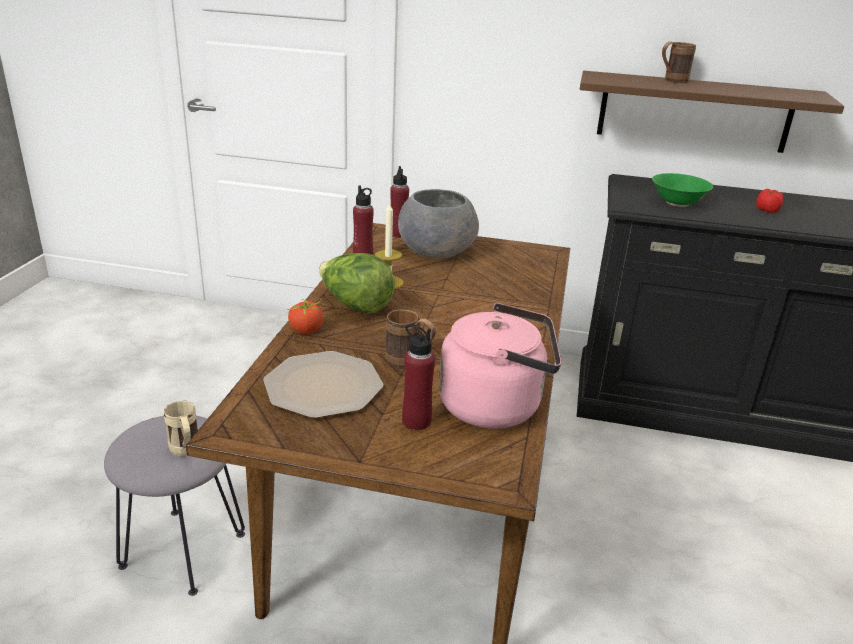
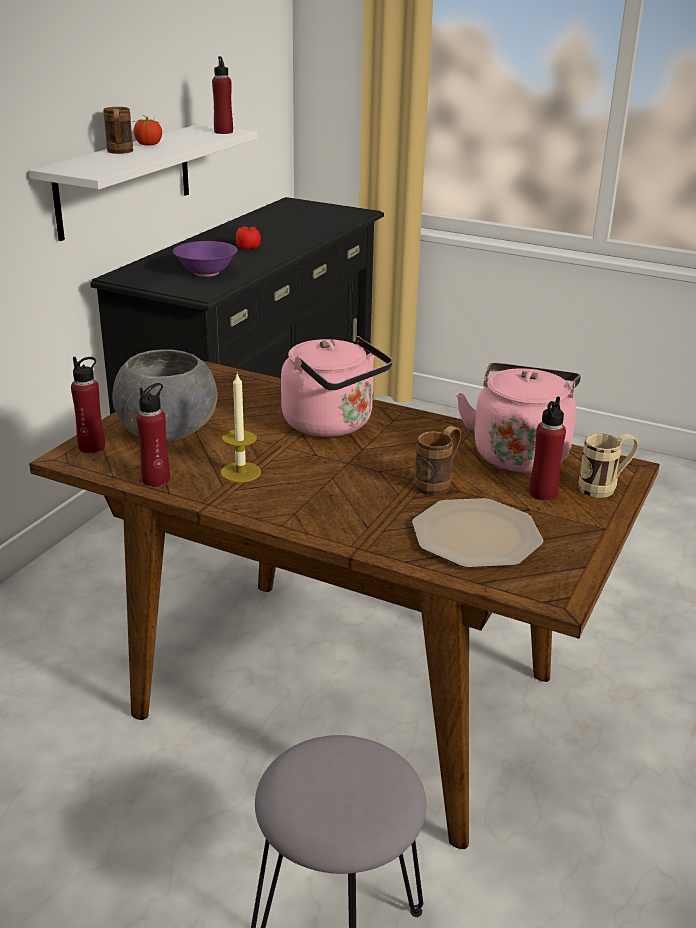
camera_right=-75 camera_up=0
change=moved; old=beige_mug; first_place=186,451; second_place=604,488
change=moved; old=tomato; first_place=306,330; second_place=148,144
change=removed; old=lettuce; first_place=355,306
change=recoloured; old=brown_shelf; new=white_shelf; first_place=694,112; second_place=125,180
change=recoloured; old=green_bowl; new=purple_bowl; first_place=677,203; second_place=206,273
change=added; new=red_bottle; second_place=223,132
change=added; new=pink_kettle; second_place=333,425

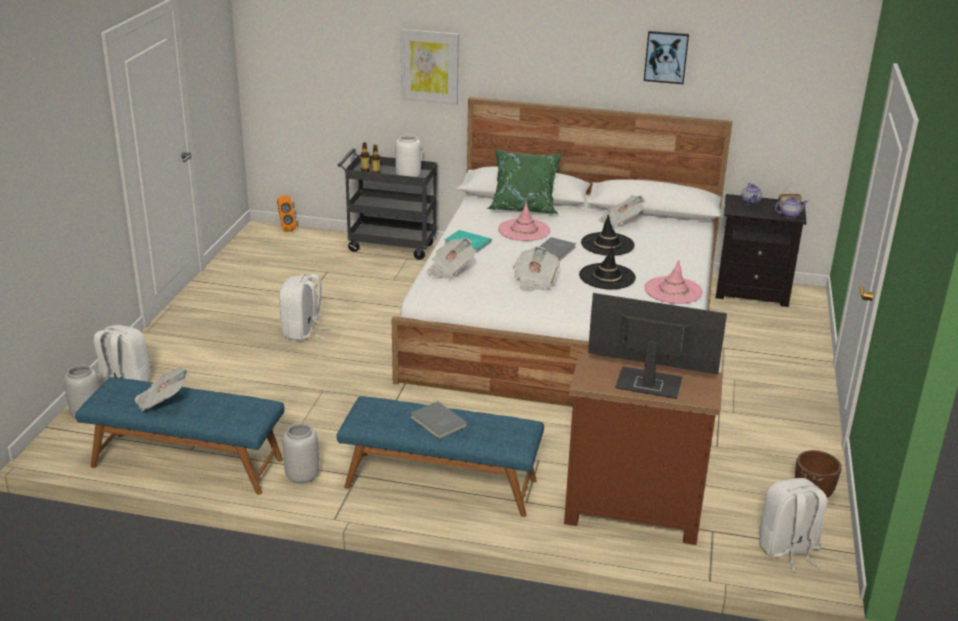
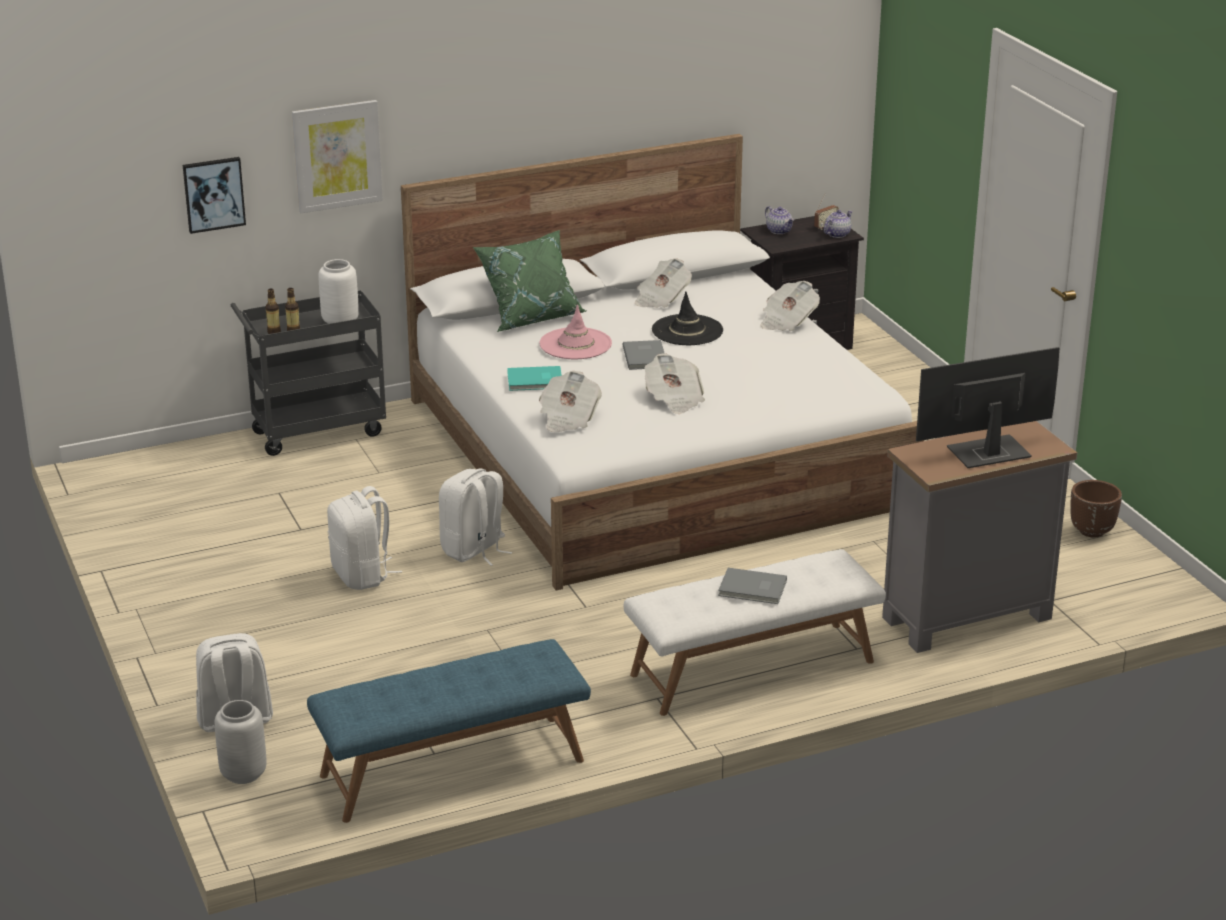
camera_right=-35 camera_up=0
change=moved; old=newspaper; first_place=162,401; second_place=787,321
change=removed; old=orange_speaker; first_place=285,229
change=removed; old=grey_vase; first_place=303,477
change=recoloured; old=blue_bench; new=white_bench; first_place=440,484; second_place=753,669
change=recoloured; old=brown_dresser; new=grey_dresser; first_place=631,515; second_place=965,618
change=removed; old=black_hat; first_place=607,277
change=moved; old=picture; first_place=666,57; second_place=213,194
change=removed; old=pink_hat; first_place=673,290
change=moved; old=white_backpack; first_place=788,549; second_place=474,550

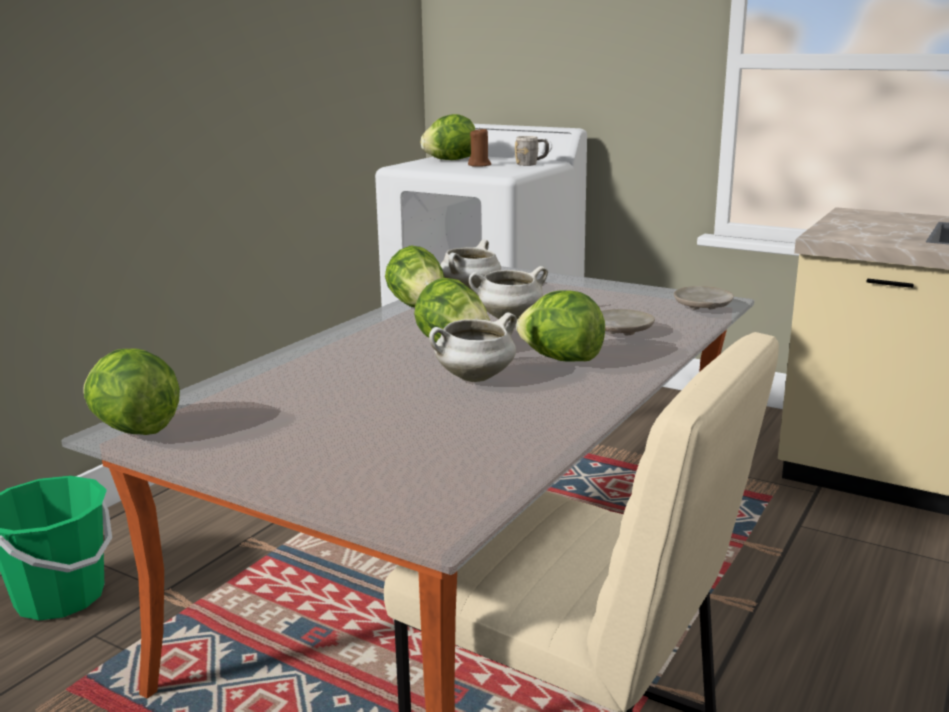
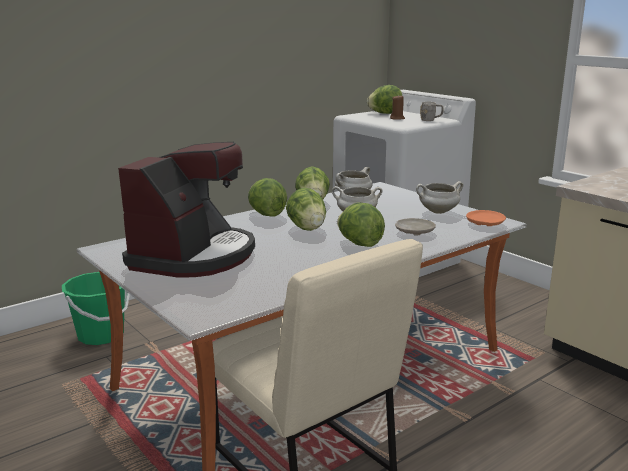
camera_right=20 camera_up=0
change=moved; old=lettuce; first_place=134,429; second_place=266,214
change=moved; old=white_cooking_pot; first_place=474,378; second_place=438,212
change=recoloured; old=beige_plate; new=orange_plate; first_place=702,307; second_place=484,224
change=added; new=coffee_machine; second_place=194,256

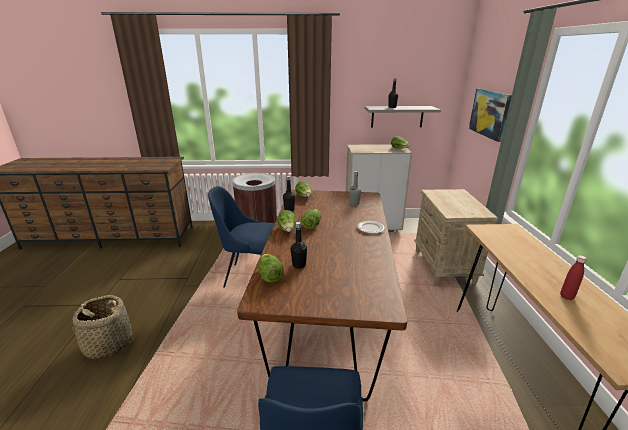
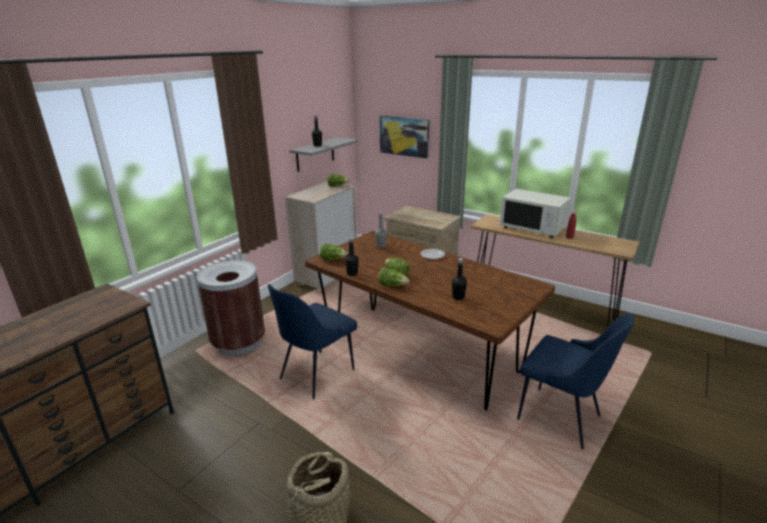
camera_right=-55 camera_up=0
change=removed; old=lettuce; first_place=269,275
change=added; new=white_microwave; second_place=532,228

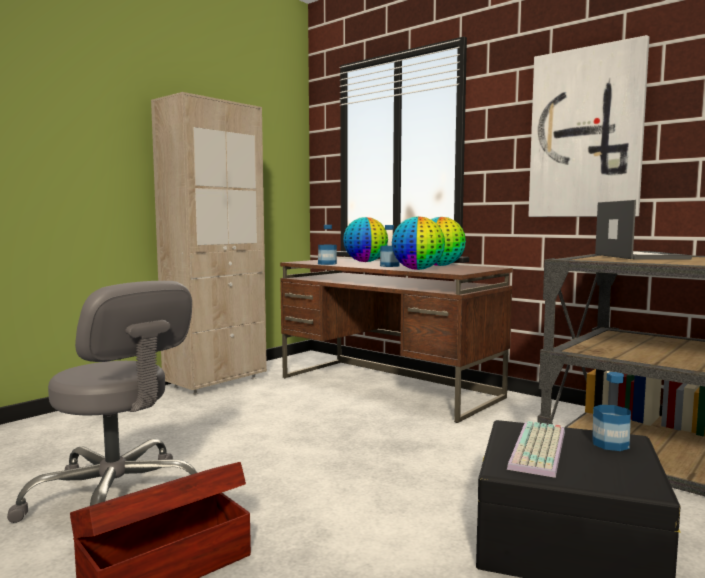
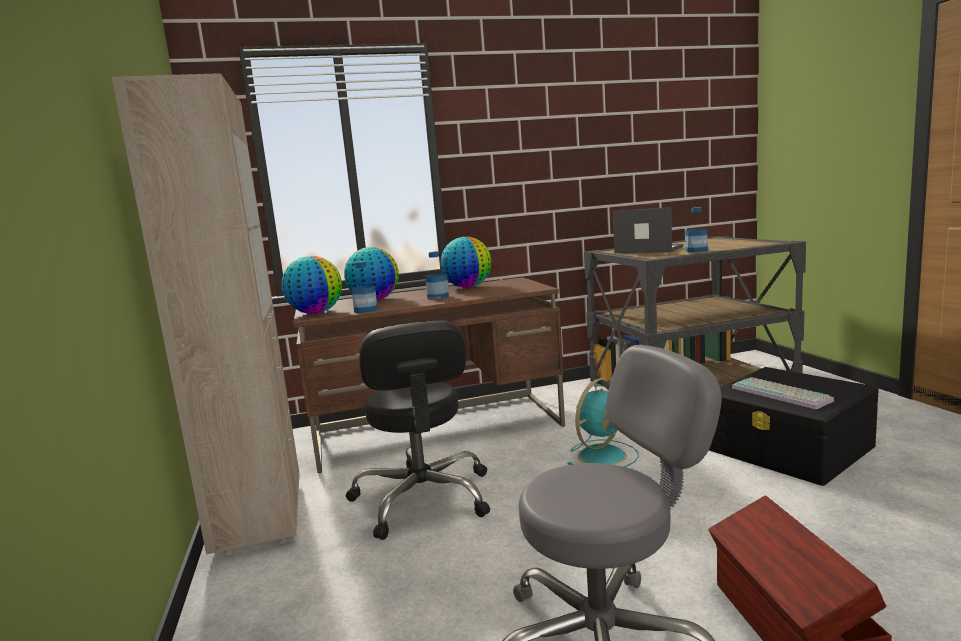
camera_right=-55 camera_up=5
change=moved; old=globe; first_place=418,269; second_place=316,313
change=removed; old=picture; first_place=586,133
change=moved; old=bottle; first_place=610,444; second_place=696,251
change=added; new=black_office_chair; second_place=424,502
change=added; new=turquoise_fan; second_place=603,455

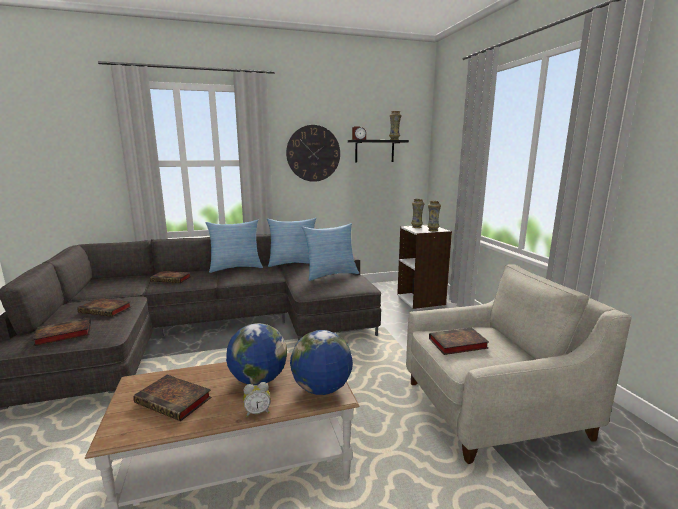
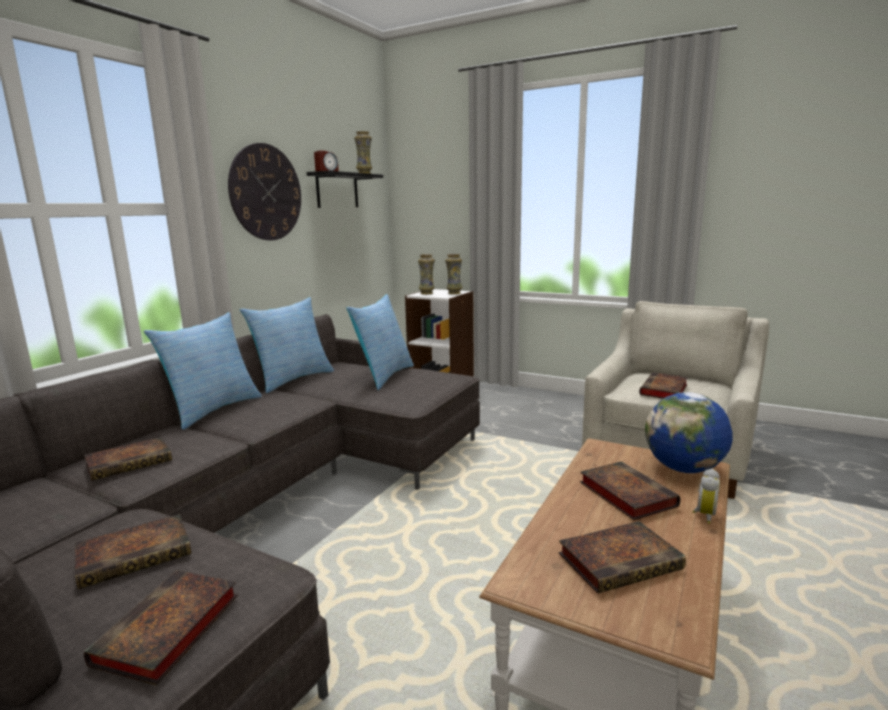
camera_right=-45 camera_up=0
change=replaced; old=globe; new=book; first_place=258,380; second_place=624,493

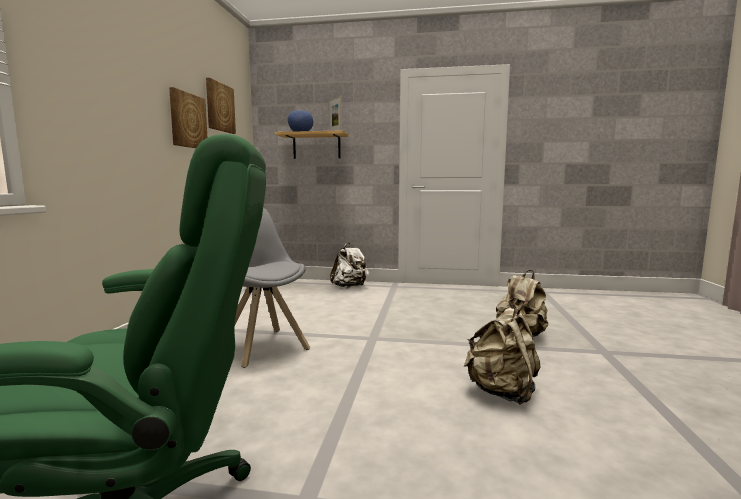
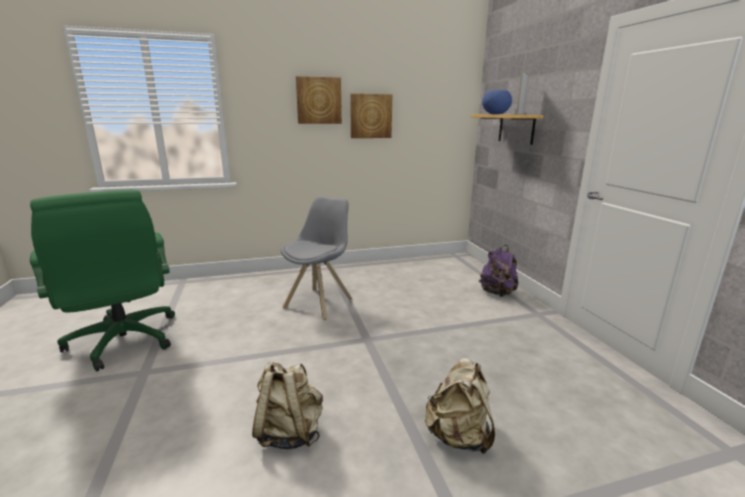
camera_right=65 camera_up=10
change=moved; old=picture; first_place=219,107; second_place=319,100
change=recoloured; old=white_backpack; new=purple_backpack; first_place=350,287; second_place=497,293

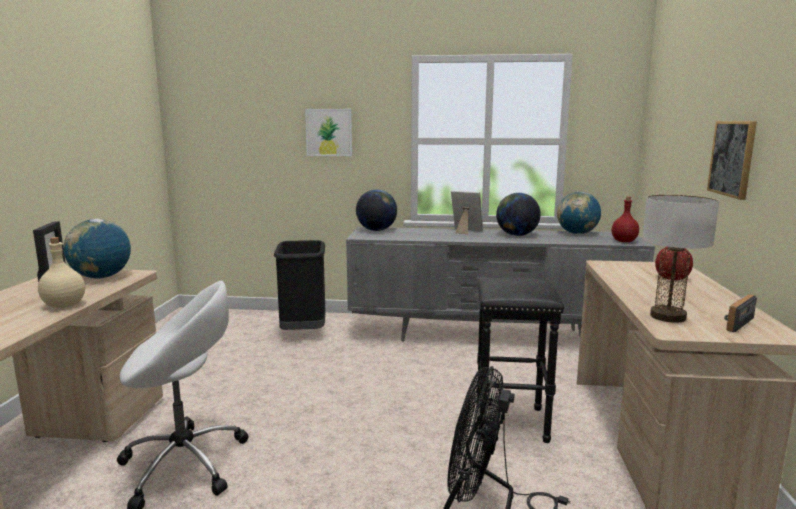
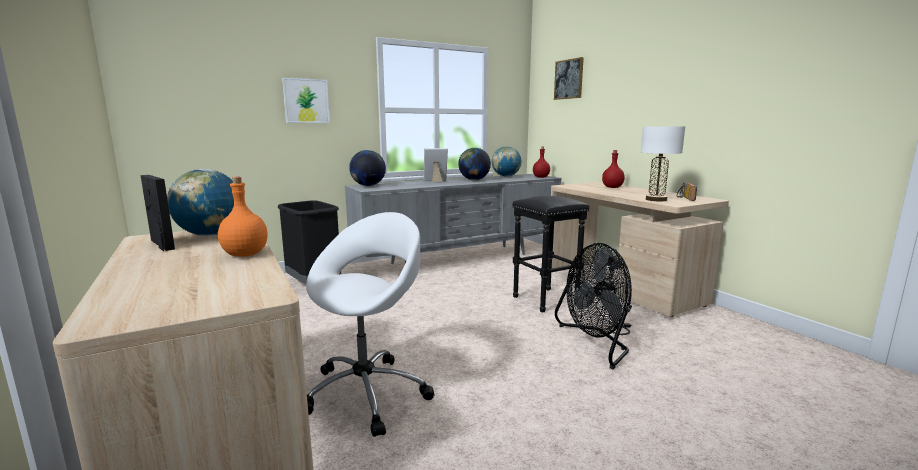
camera_right=-35 camera_up=0
change=recoloured; old=beige_bottle; new=orange_bottle; first_place=63,306; second_place=245,255
change=moved; old=picture; first_place=732,158; second_place=569,79

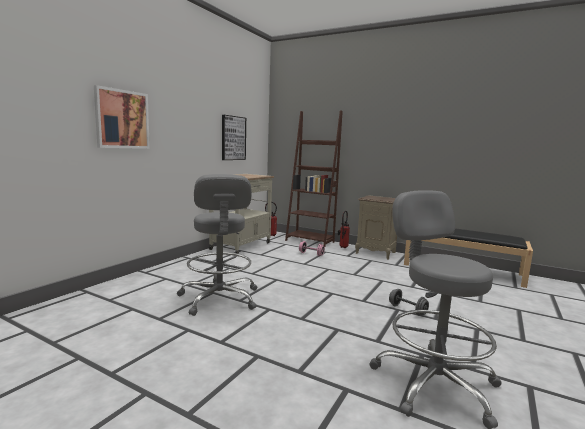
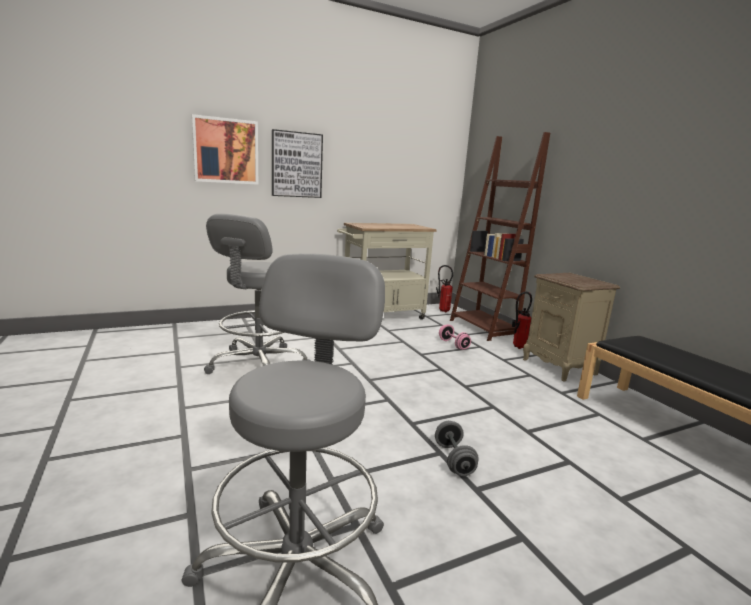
camera_right=35 camera_up=5
change=moved; old=picture; first_place=233,138; second_place=296,165

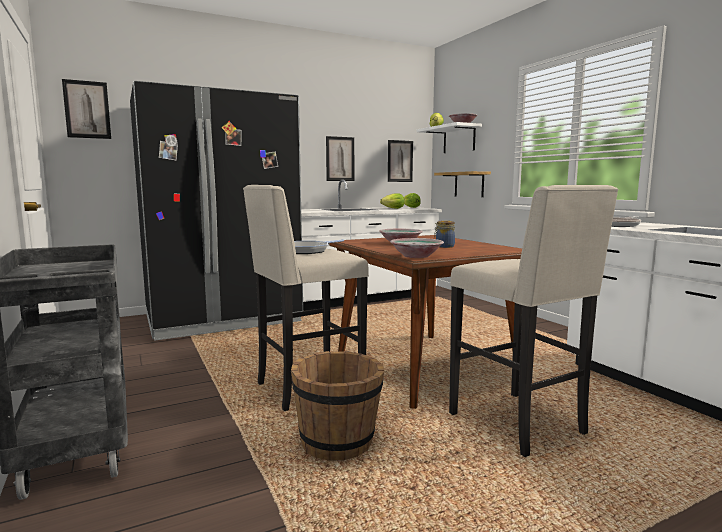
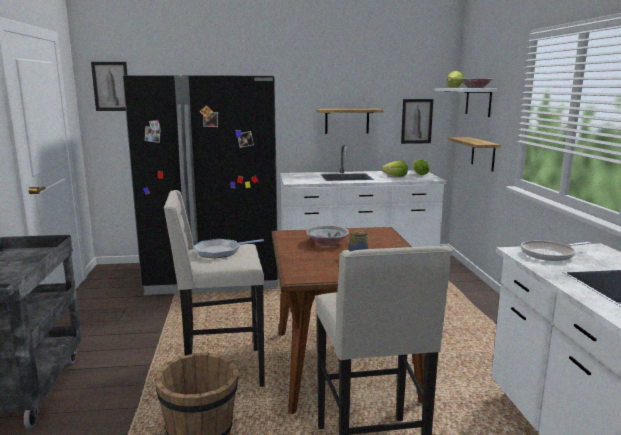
camera_right=20 camera_up=5
change=replaced; old=picture; new=shelf; first_place=340,159; second_place=347,121
change=removed; old=bowl; first_place=416,256

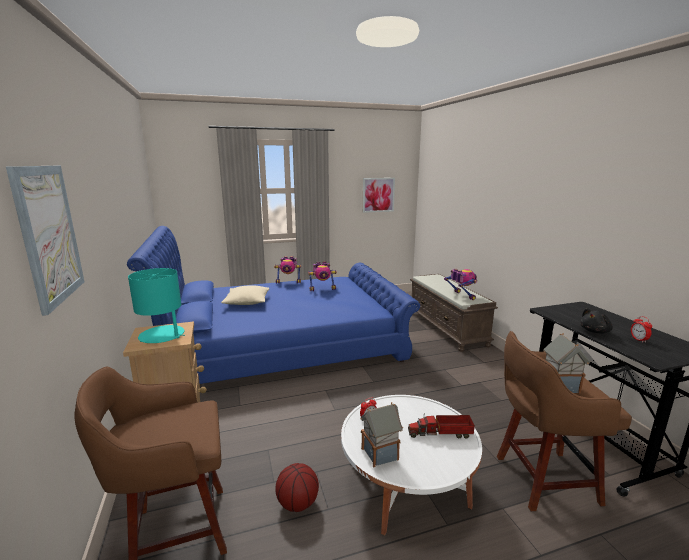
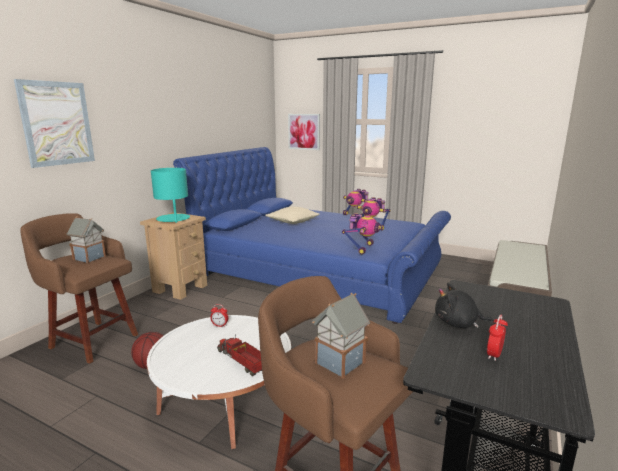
camera_right=45 camera_up=0
change=moved; old=toy_house; first_place=380,453; second_place=90,258
change=moved; old=picture; first_place=378,195; second_place=304,131
change=moved; old=toy_robot; first_place=461,296; second_place=361,248

